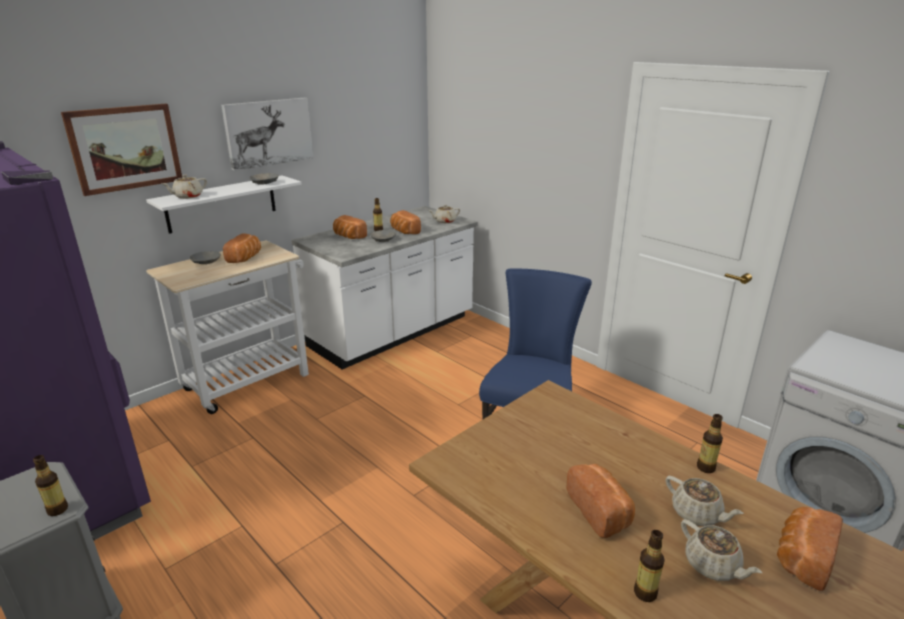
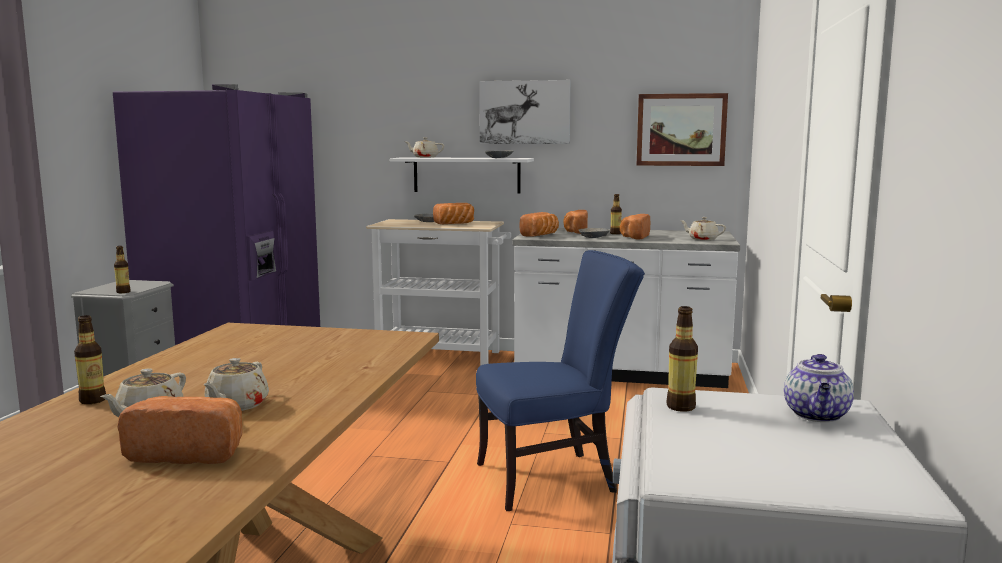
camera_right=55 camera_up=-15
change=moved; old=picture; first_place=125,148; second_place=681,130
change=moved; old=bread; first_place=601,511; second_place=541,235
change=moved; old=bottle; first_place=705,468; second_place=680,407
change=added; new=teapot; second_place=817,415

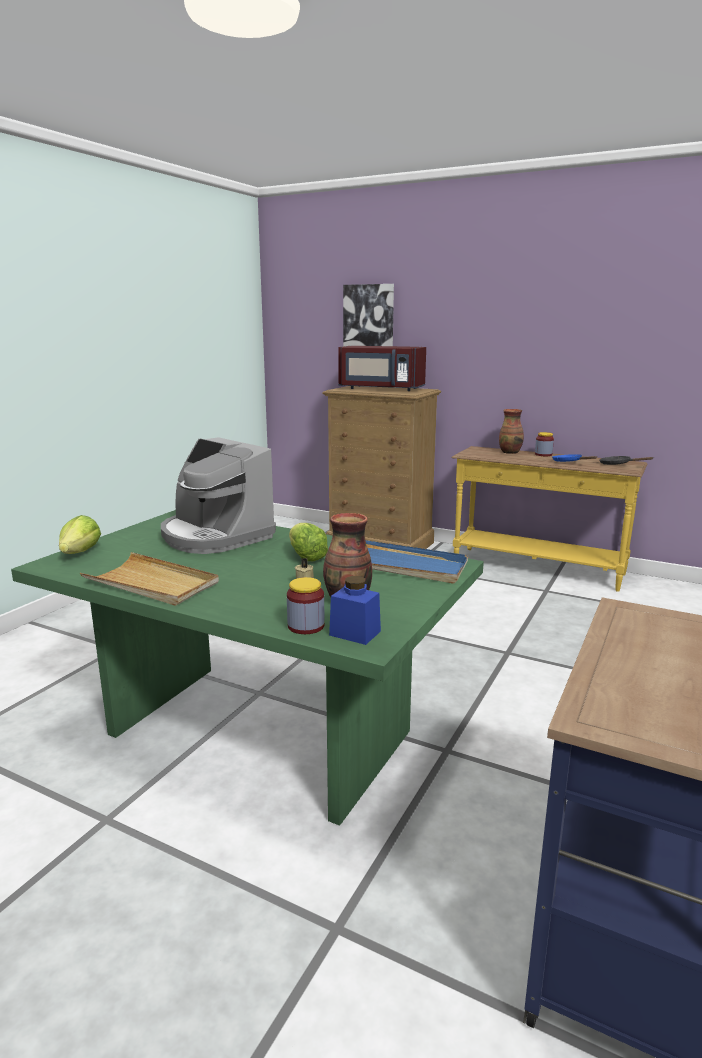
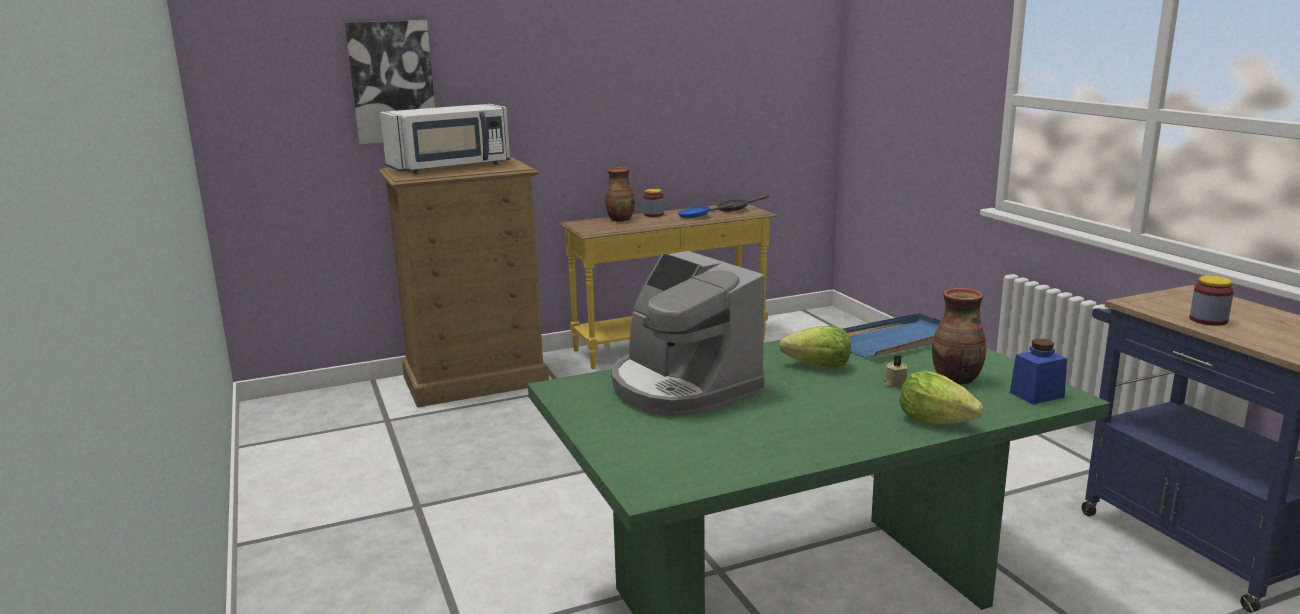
camera_right=-50 camera_up=0
change=moved; old=lettuce; first_place=80,553; second_place=935,421
change=removed; old=beige_tray; first_place=152,583
change=turned; old=coffee_machine; first_place=215,536; second_place=682,387; degrees=60
change=moved; old=jar; first_place=306,626; second_place=1208,320
change=recoloured; old=red_microwave; new=white_microwave; first_place=380,389; second_place=450,167

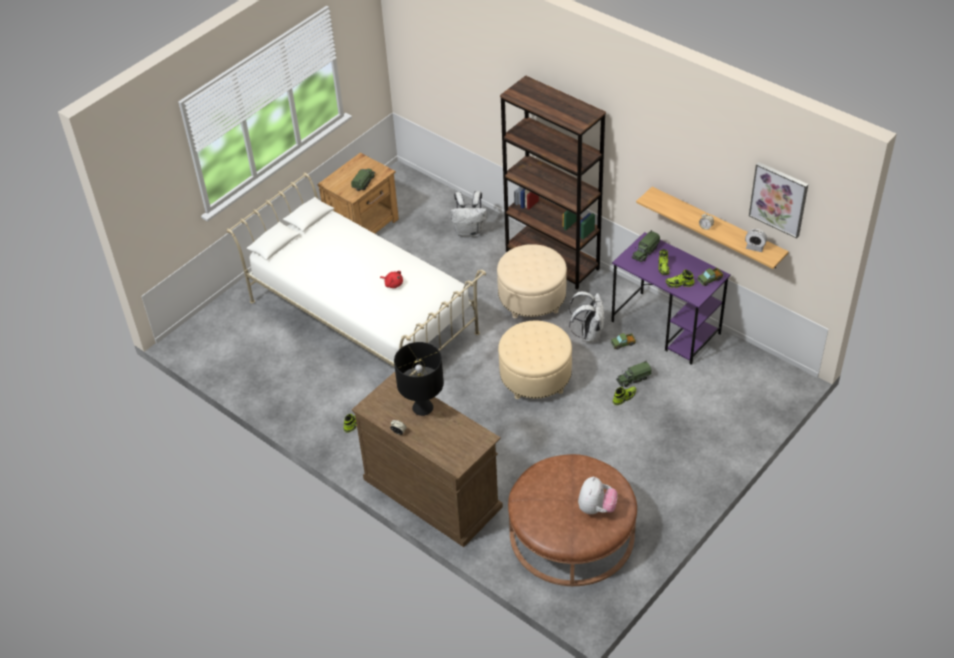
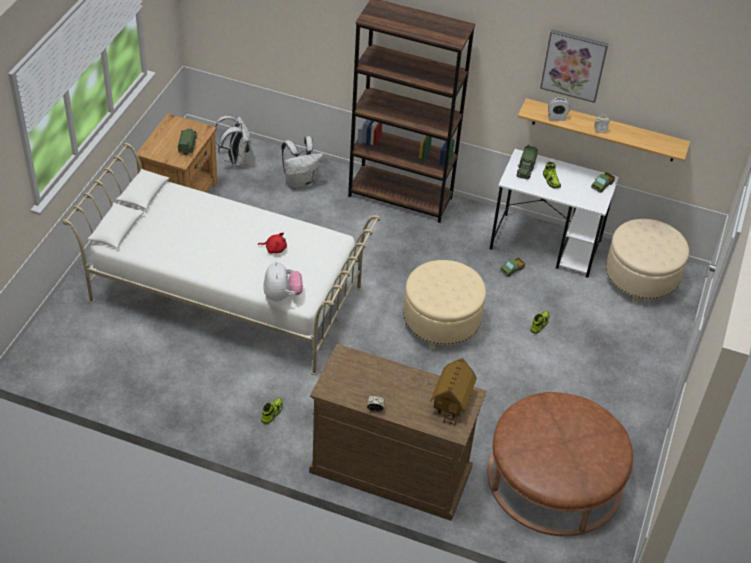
camera_right=-25 camera_up=0
change=removed; old=black_table_lamp; first_place=423,409
change=moved; old=beige_ottoman; first_place=532,299; second_place=640,279
change=moved; old=white_backpack; first_place=588,334; second_place=236,160
change=moved; old=plush_toy; first_place=596,508; second_place=282,295
change=recoloured; old=purple_desk; new=white_desk; first_place=666,328; second_place=546,245
change=removed; old=toy_truck; first_place=633,379
change=removed; old=shoe; first_place=679,284
change=moved; old=alarm_clock; first_place=754,247; second_place=556,117
change=moved; old=picture; first_place=779,199; second_place=574,65
change=added; new=toy_house; second_place=451,402

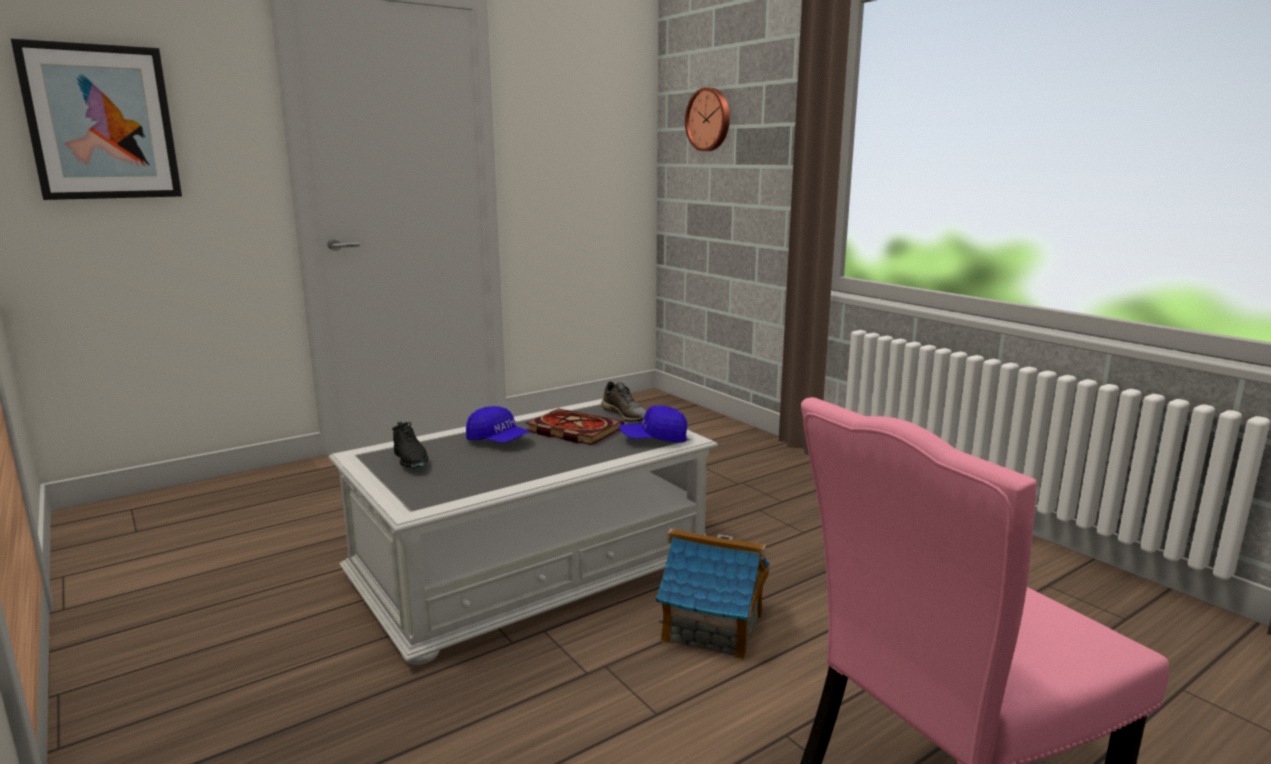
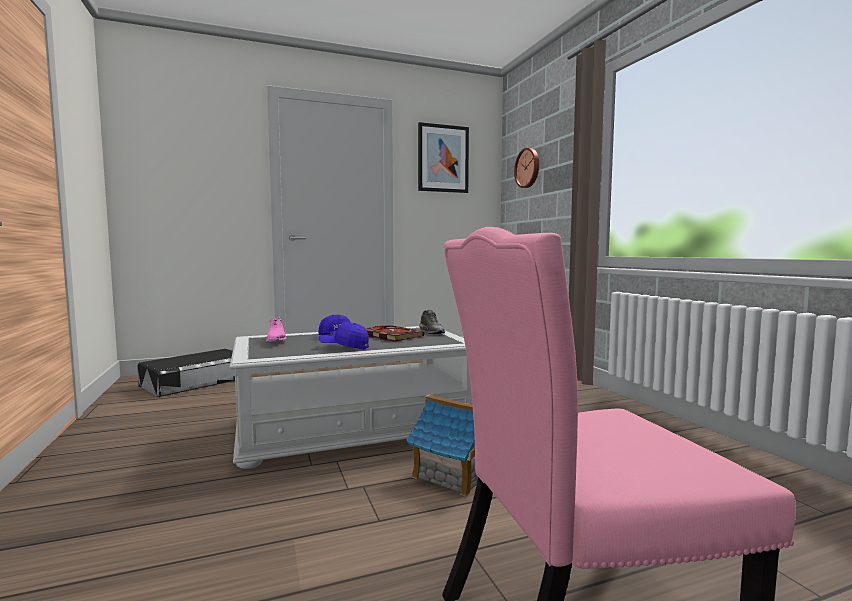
camera_right=15 camera_up=-10
change=moved; old=picture; first_place=101,123; second_place=443,158
change=recoloured; old=black_shoe; new=pink_shoe; first_place=411,461; second_place=276,341
change=moved; old=blue_cap; first_place=653,439; second_place=344,347
change=added; new=black_storage_box; second_place=196,381

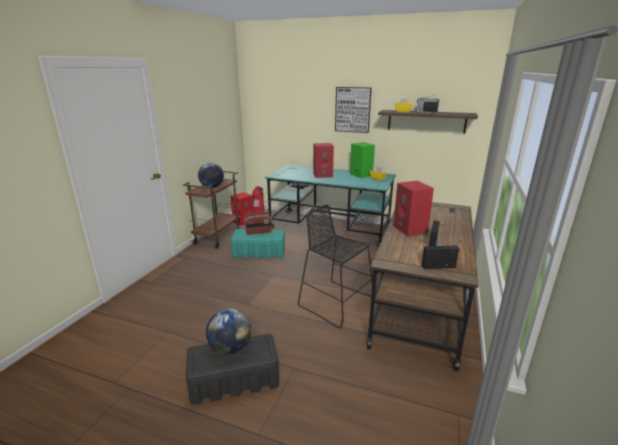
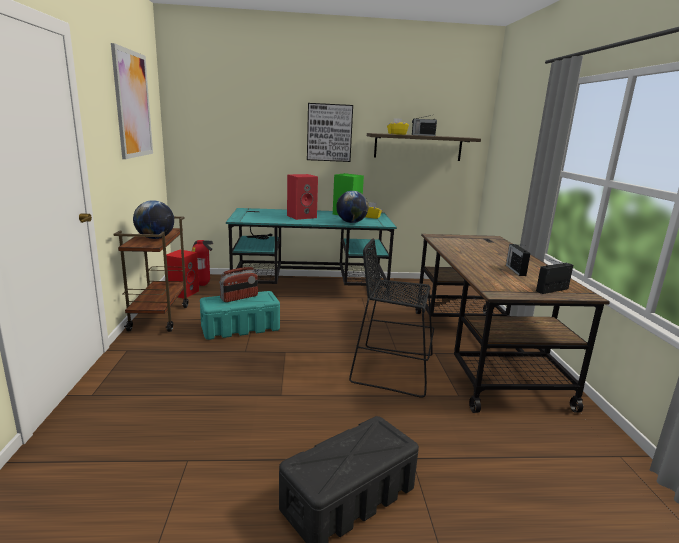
camera_right=-25 camera_up=-5
change=moved; old=globe; first_place=230,348; second_place=351,222
change=removed; old=red_speaker; first_place=411,229
change=added; new=picture; second_place=132,104

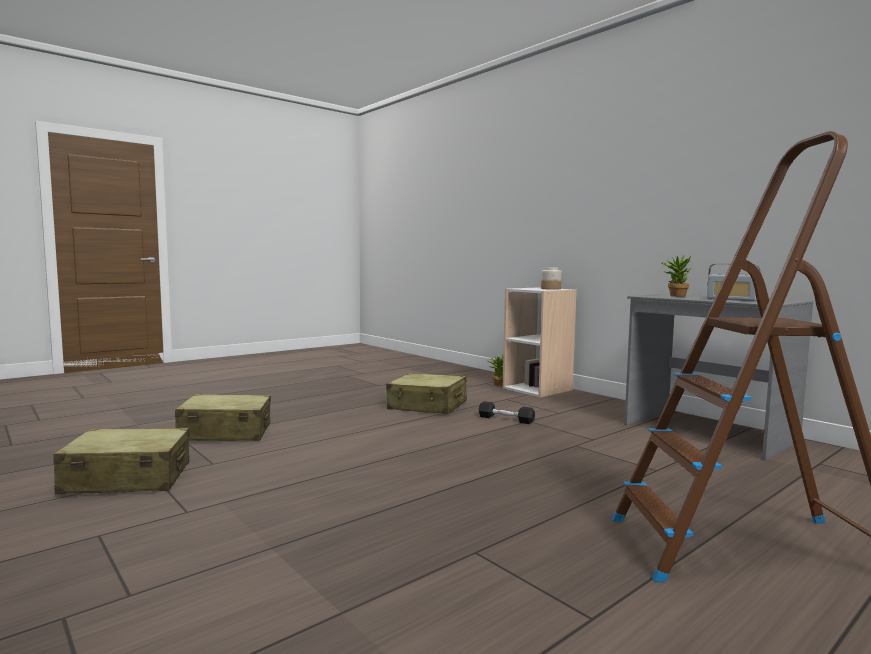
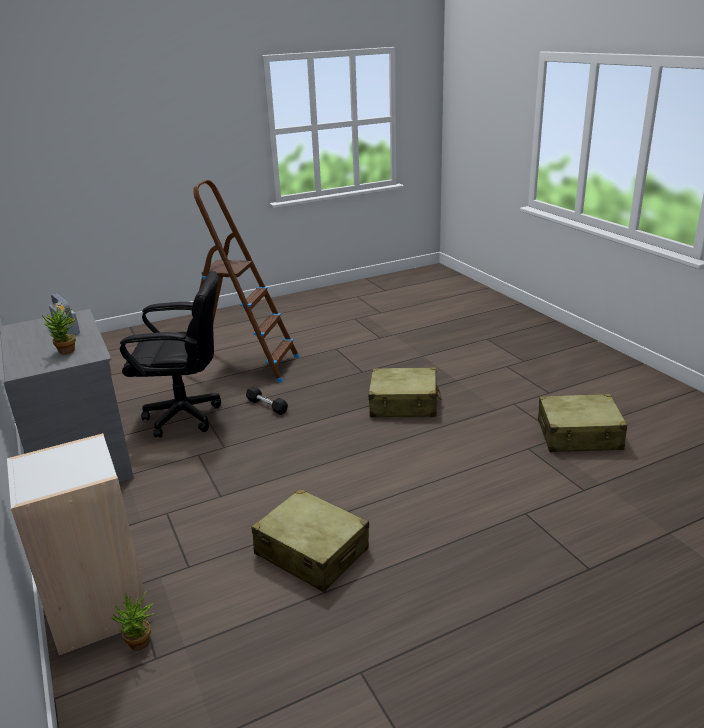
camera_right=-165 camera_up=20
change=moved; old=beige_suitcase; first_place=225,433; second_place=404,404
change=moved; old=black_dumbbell; first_place=506,419; second_place=267,406
change=removed; old=jar; first_place=550,289
change=added; new=black_office_chair; second_place=188,417

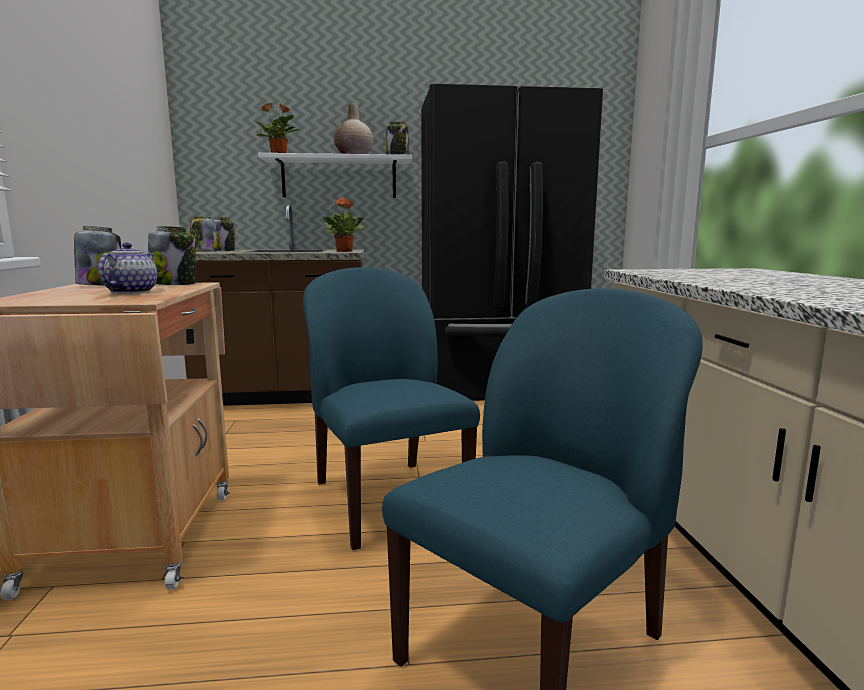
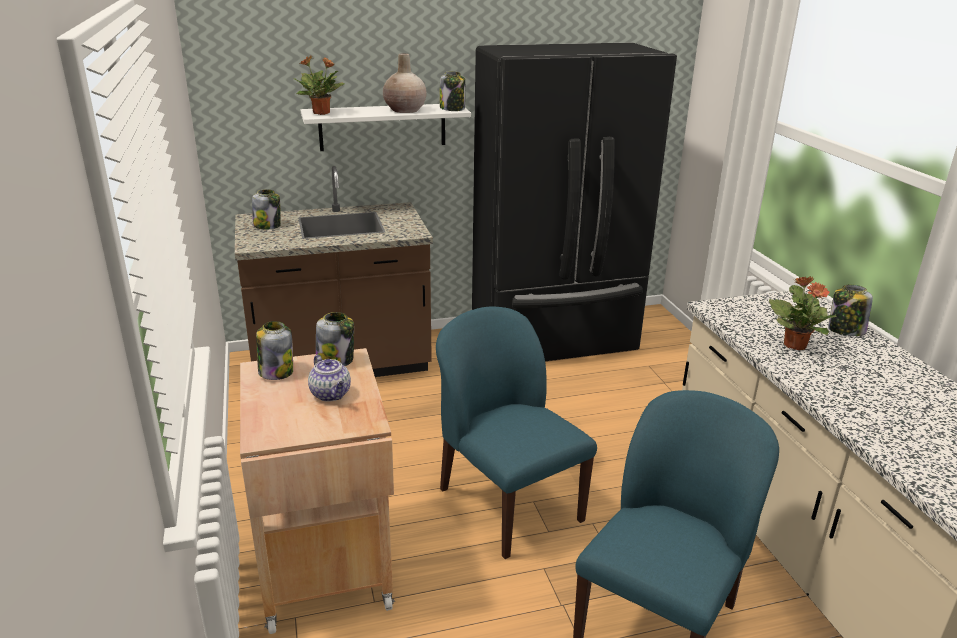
camera_right=-10 camera_up=15
change=turned; old=teapot; first_place=131,292; second_place=331,394; degrees=150
change=moved; old=jar; first_place=204,251; second_place=845,330
change=moved; old=potted_plant; first_place=345,251; second_place=794,345

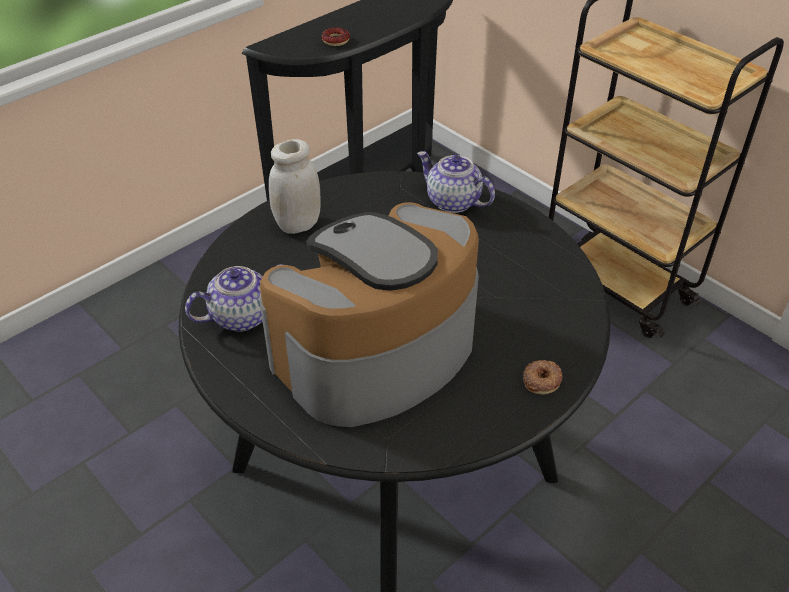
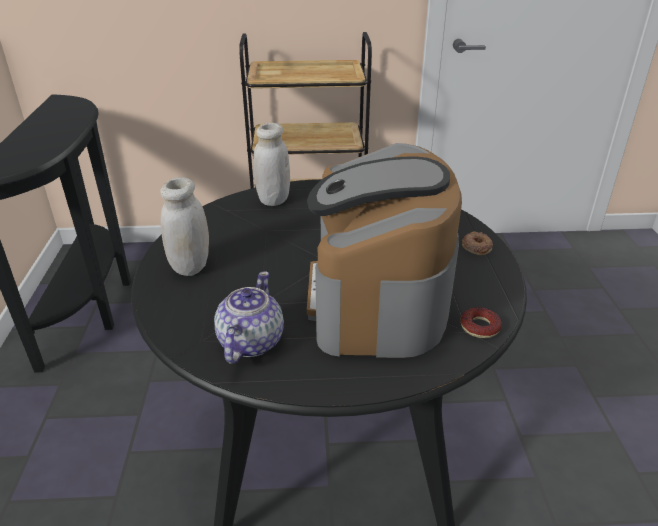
camera_right=-50 camera_up=-10
change=moved; old=donut; first_place=335,40; second_place=480,327
change=replaced; old=teapot; new=white_jar; first_place=452,201; second_place=273,199

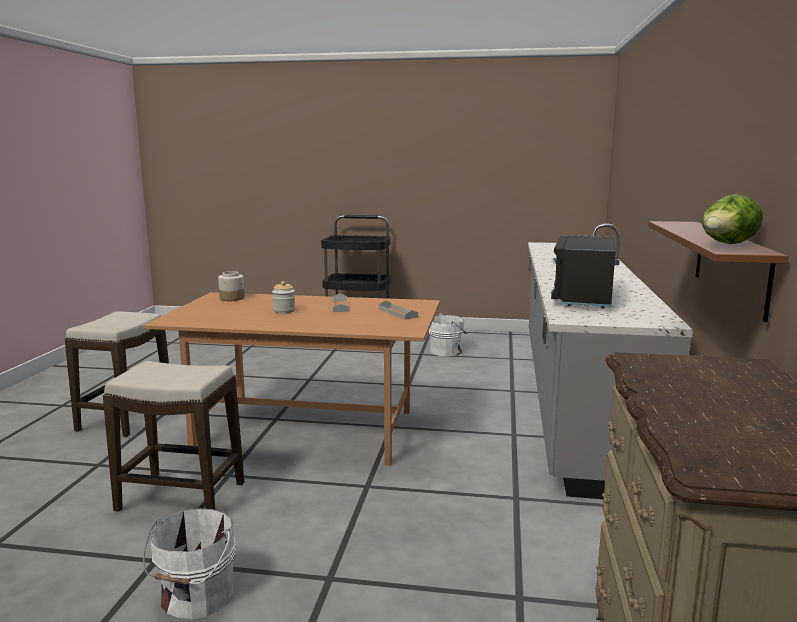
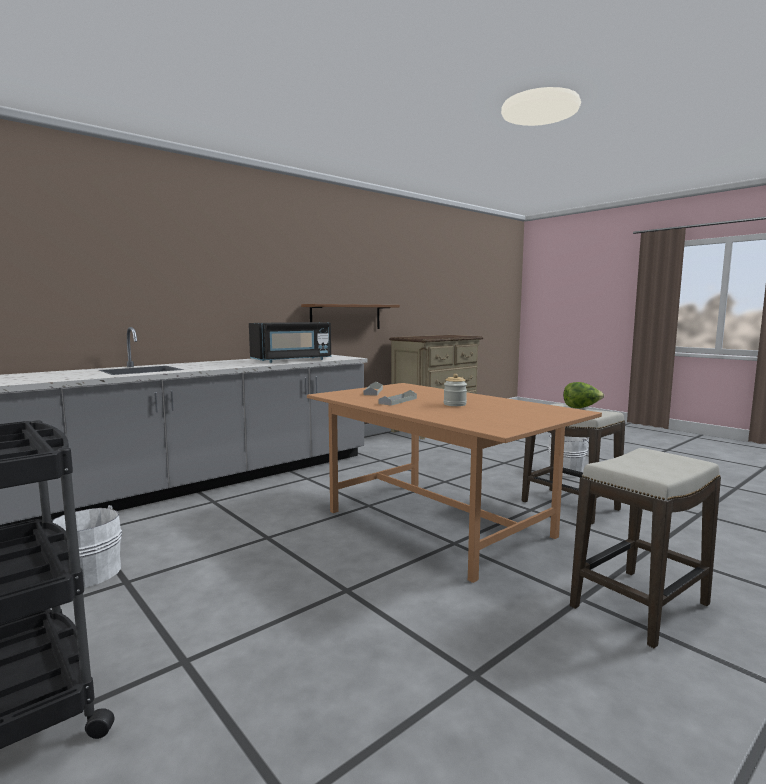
camera_right=-140 camera_up=-5
change=removed; old=jar; first_place=232,298
change=moved; old=lettuce; first_place=727,245; second_place=581,408

